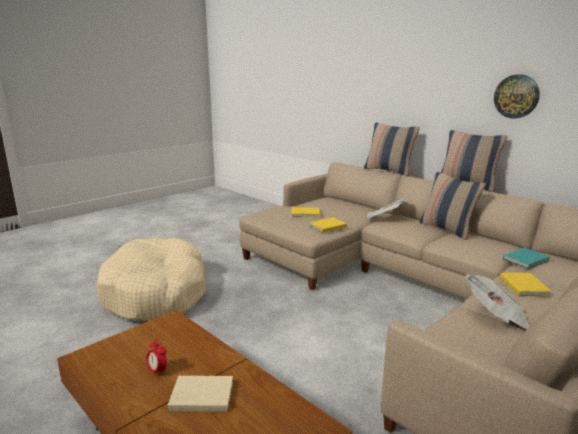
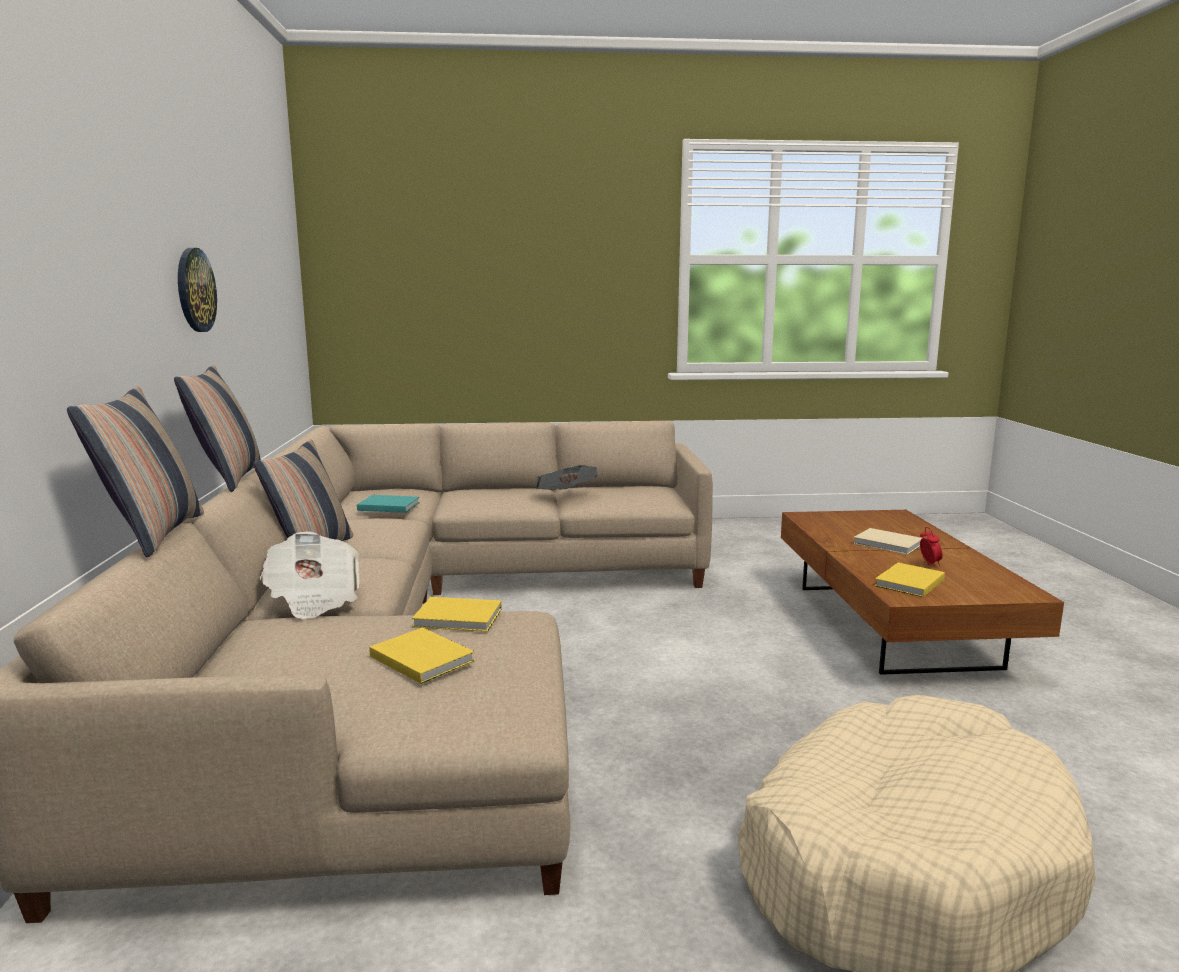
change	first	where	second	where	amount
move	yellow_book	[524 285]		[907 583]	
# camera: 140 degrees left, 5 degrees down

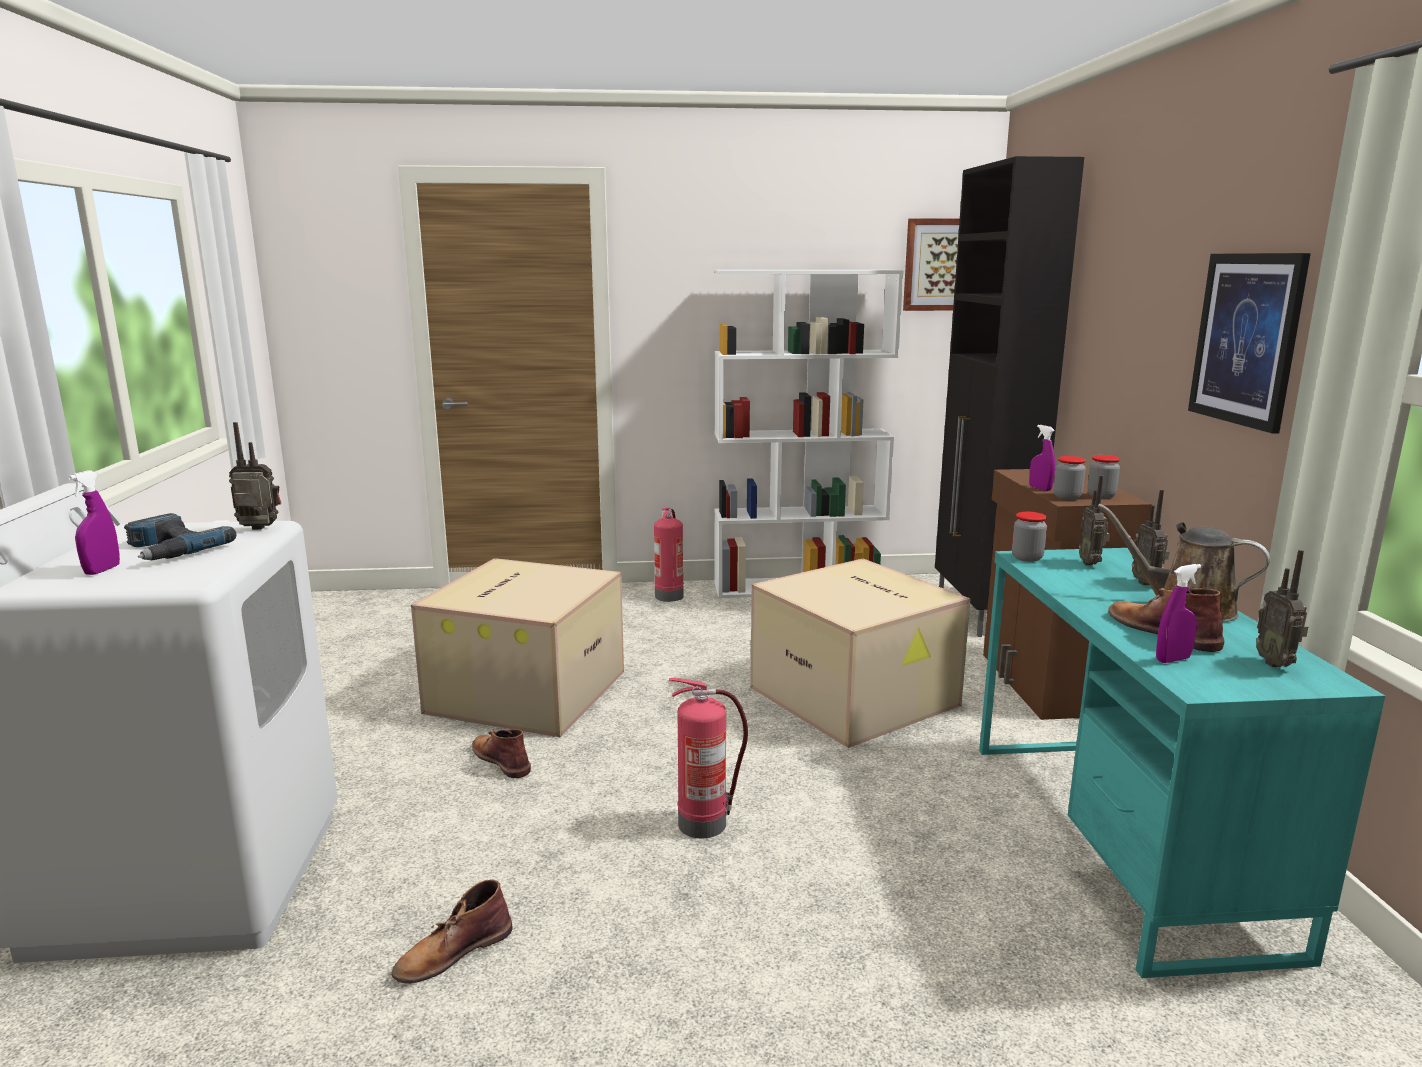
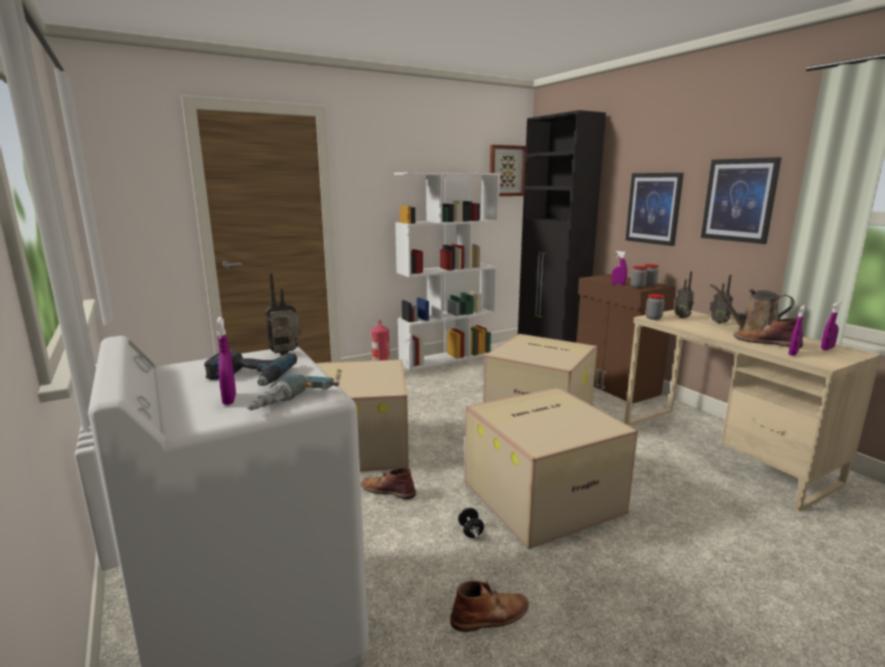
change	first	where	second	where	amount
rotate	brown_boot	[452 952]		[491 615]	135 degrees counterclockwise
replace	fire_extinguisher	[705 823]	cardboard_box	[543 495]	
recolor	turquoise_desk	[1118 839]	beige_desk	[722 451]	
replace	radio	[1276 663]	purple_spray_bottle	[827 348]	
insert			power_drill	[295 403]	
insert			black_dumbbell	[470 531]	
insert			picture	[653 208]	
# camera: 25 degrees left, 0 degrees up

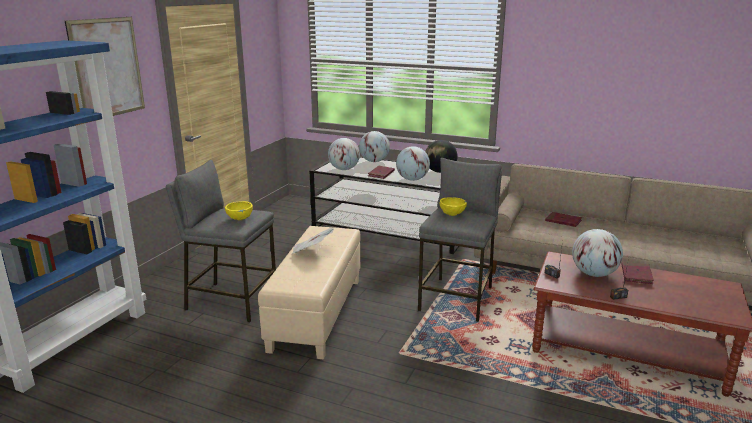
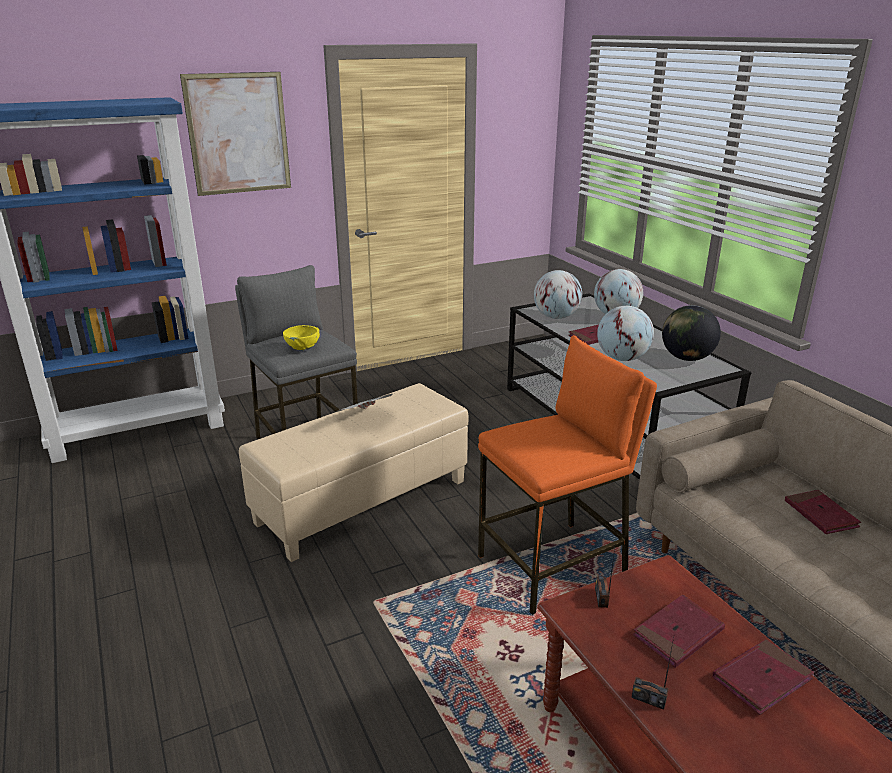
change	first	where	second	where	amount
recolor	grey_stool	[457 299]	orange_stool	[553 565]	
delete	yellow_bowl	[452 214]			
replace	globe	[593 274]	red_book	[678 633]	
# camera: 40 degrees right, 5 degrees up

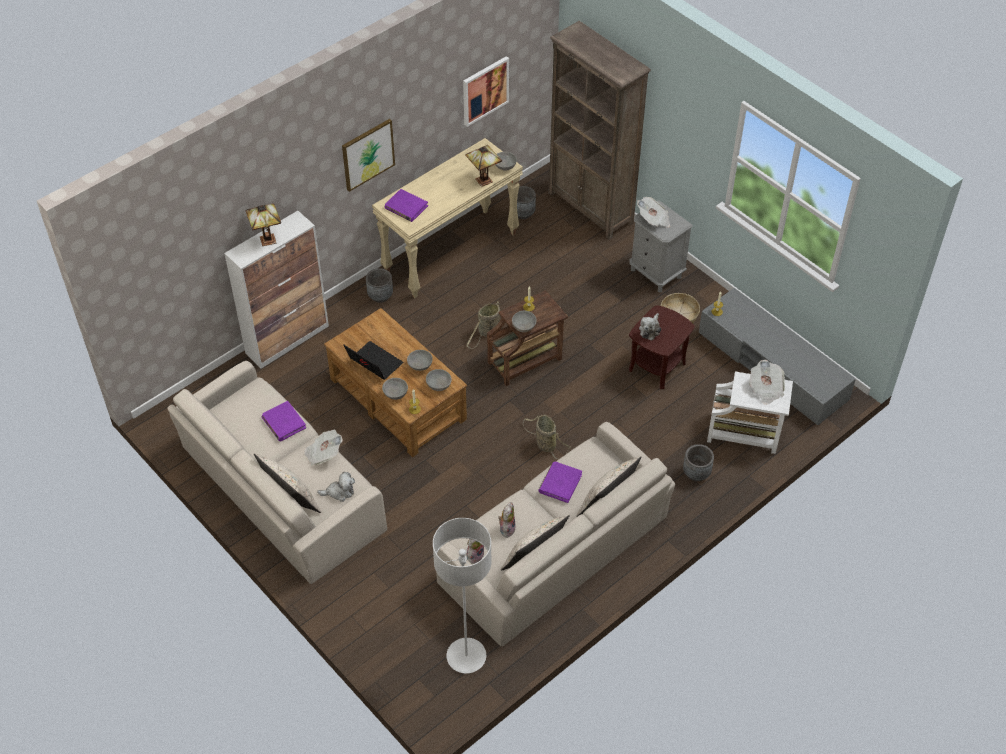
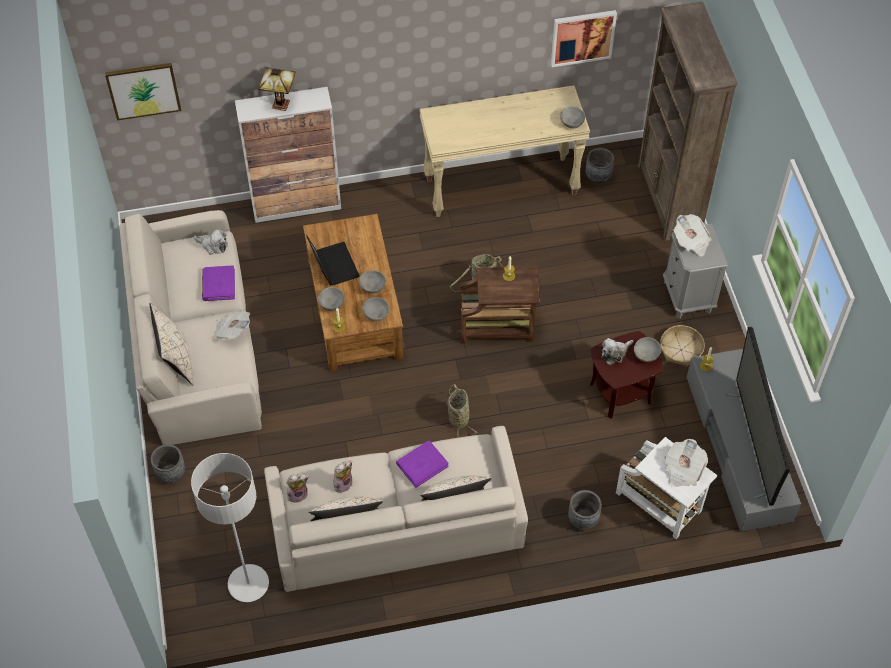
change	first	where	second	where	amount
move	plush_toy	[339 492]		[213 245]	
move	picture	[368 154]		[143 90]	
move	grey_planter	[380 296]		[171 473]	
delete	purple_book	[406 207]			
delete	table_lamp	[482 180]			
move	grey_bowl	[524 327]		[646 355]	
insert			television	[753 443]	
# camera: 30 degrees right, 5 degrees up

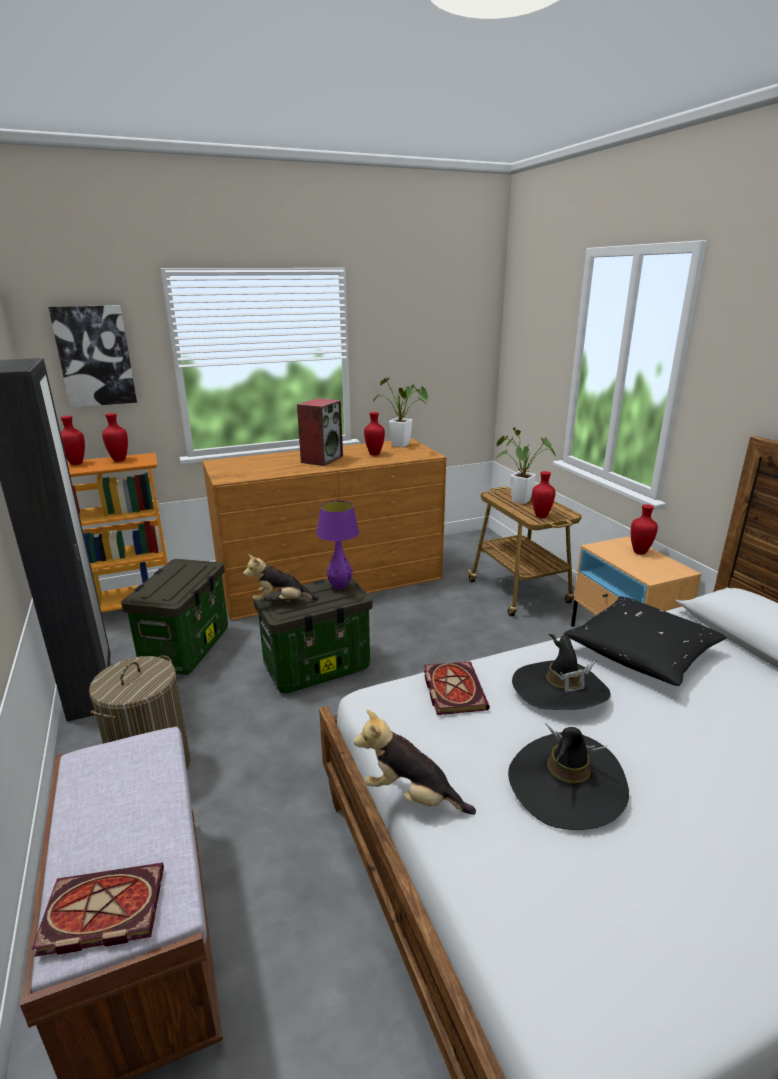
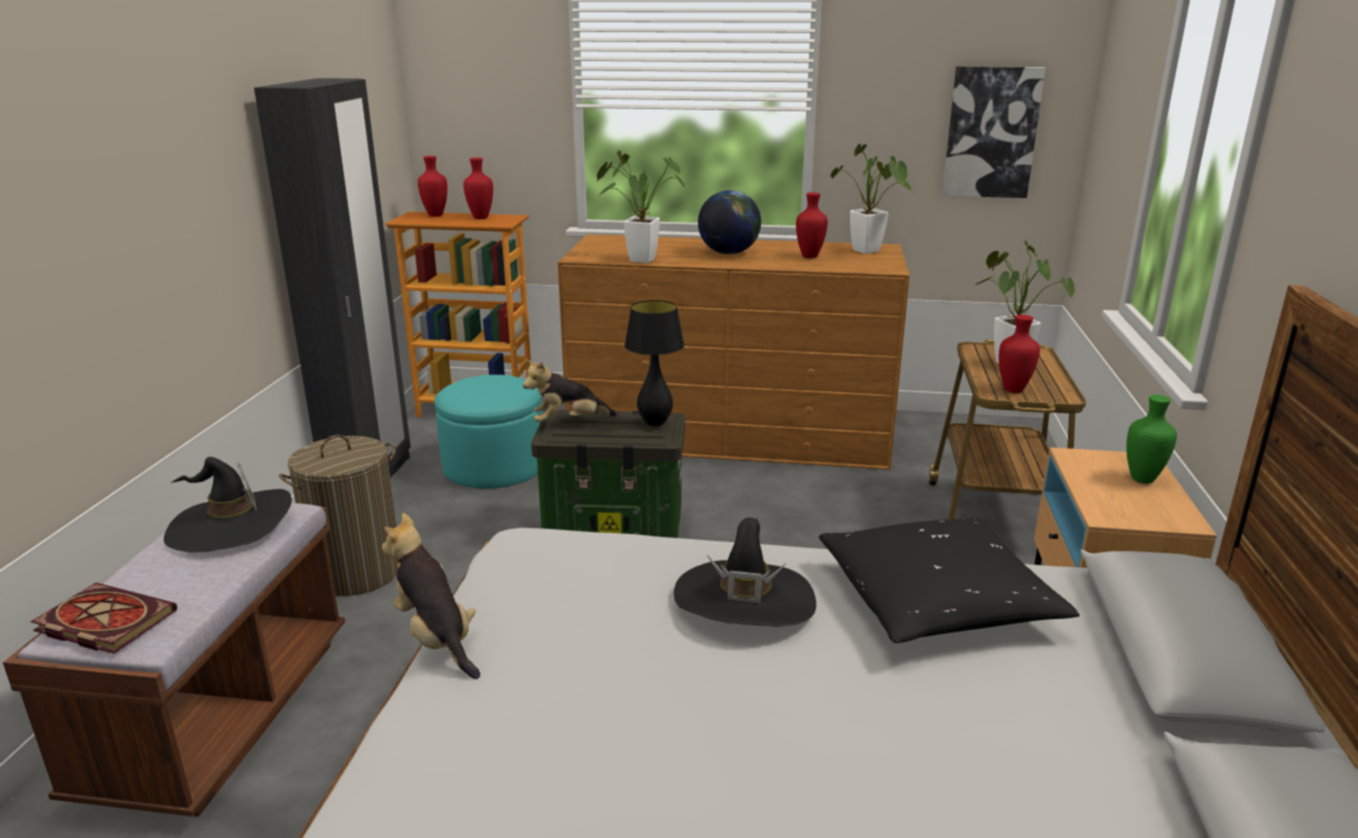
change	first	where	second	where	amount
move	picture	[95 356]		[991 132]	
replace	storage_box	[186 648]	turquoise_ottoman	[494 465]	
rotate	plush_toy	[281 601]		[568 422]	45 degrees counterclockwise
replace	speaker	[322 459]	globe	[728 253]	
recolor	purple_table_lamp	[340 586]	black_table_lamp	[655 423]	
delete	book	[452 689]			
move	black_hat	[566 784]		[230 526]	
recolor	red_vase	[640 552]	green_vase	[1144 480]	
insert			potted_plant	[636 260]	
# camera: 30 degrees right, 0 degrees up

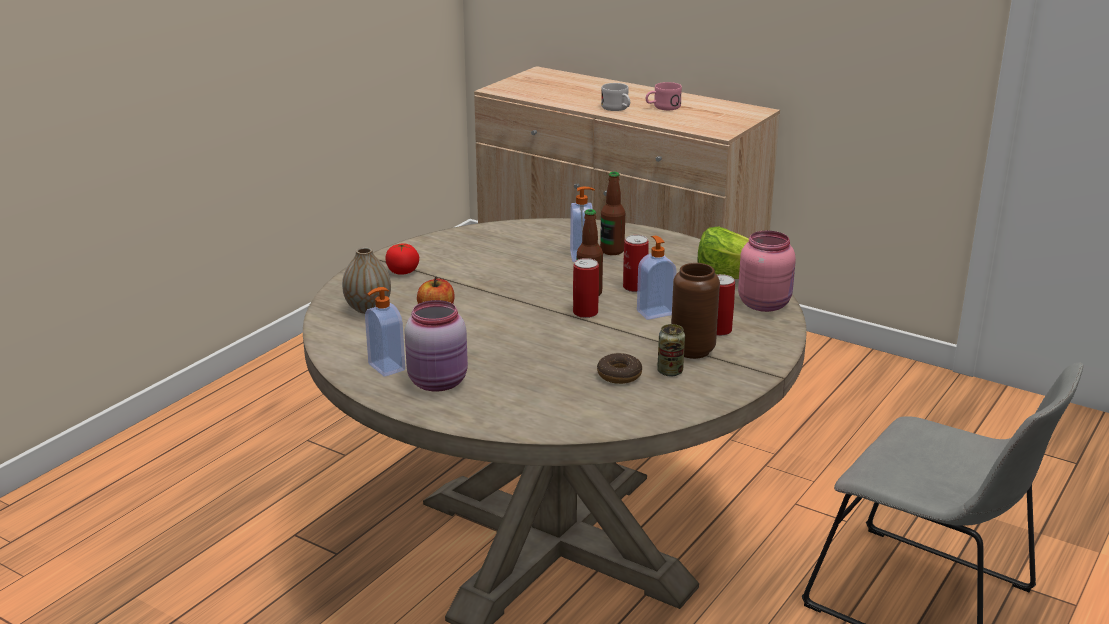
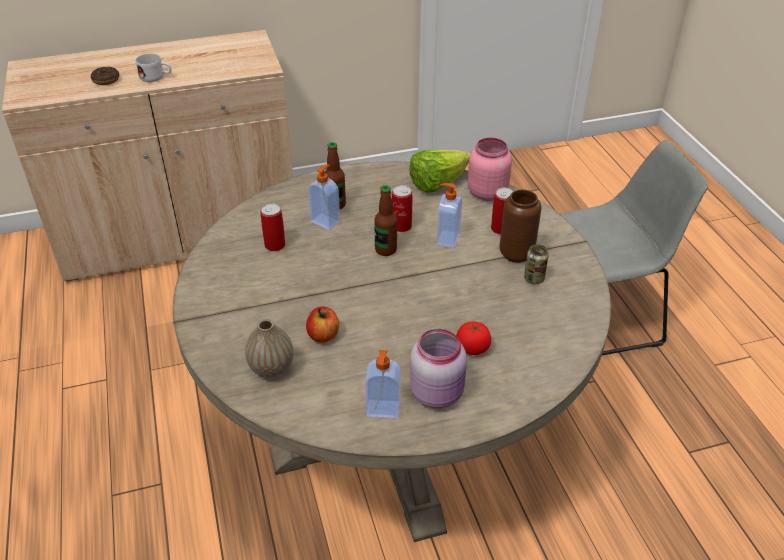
change	first	where	second	where	amount
move	tomato	[402 271]		[472 348]	
move	can	[585 312]		[275 245]	
move	donut	[619 375]		[106 80]	
delete	pink_mug	[662 107]			
# camera: 50 degrees left, 15 degrees up

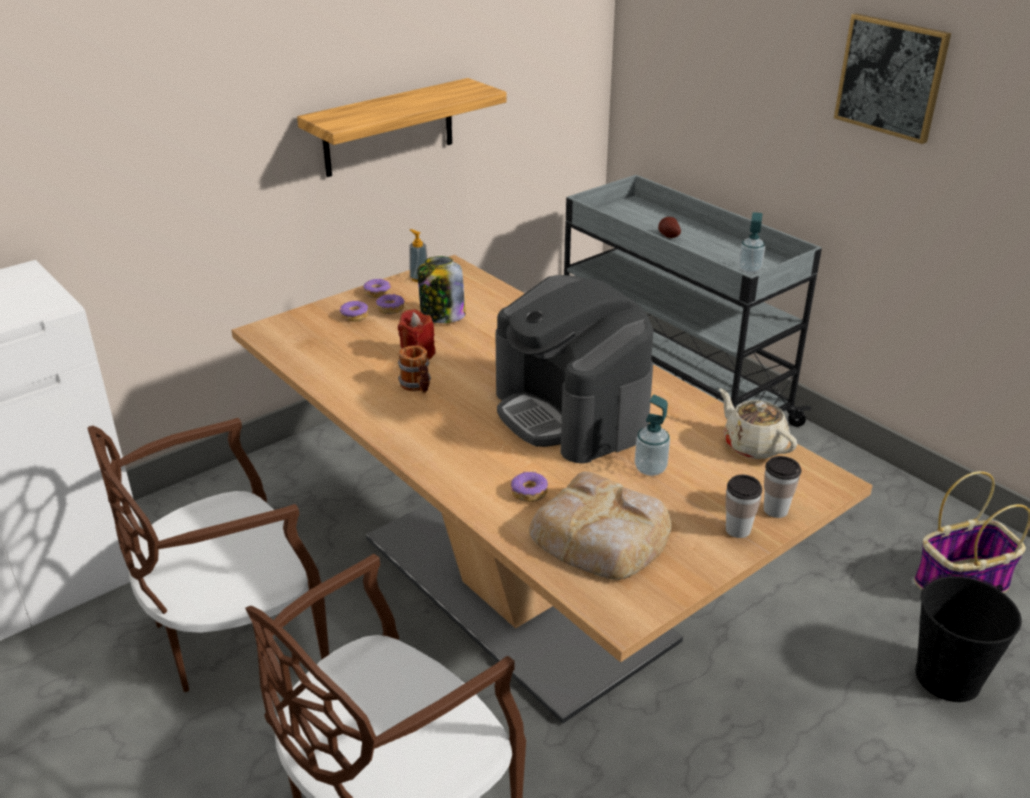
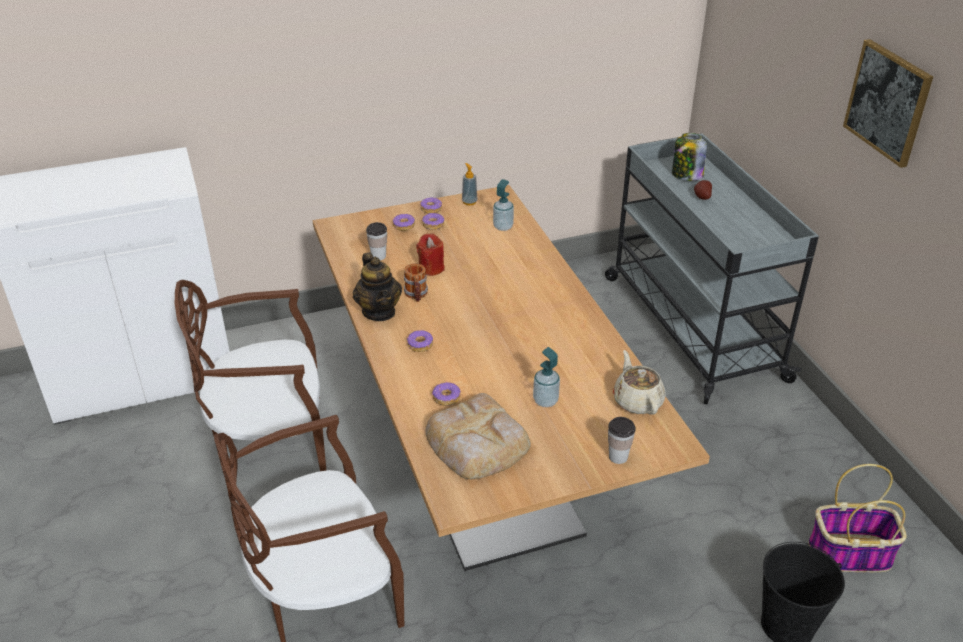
change	first	where	second	where	amount
delete	shelf	[389 128]			
move	jar	[442 316]		[686 175]	
delete	coffee_machine	[571 412]			
move	cup	[738 530]		[378 256]	
move	soap_dispenser	[749 269]		[503 227]	
insert			teapot	[379 311]	
insert			donut	[420 345]	
# camera: 20 degrees right, 5 degrees up

